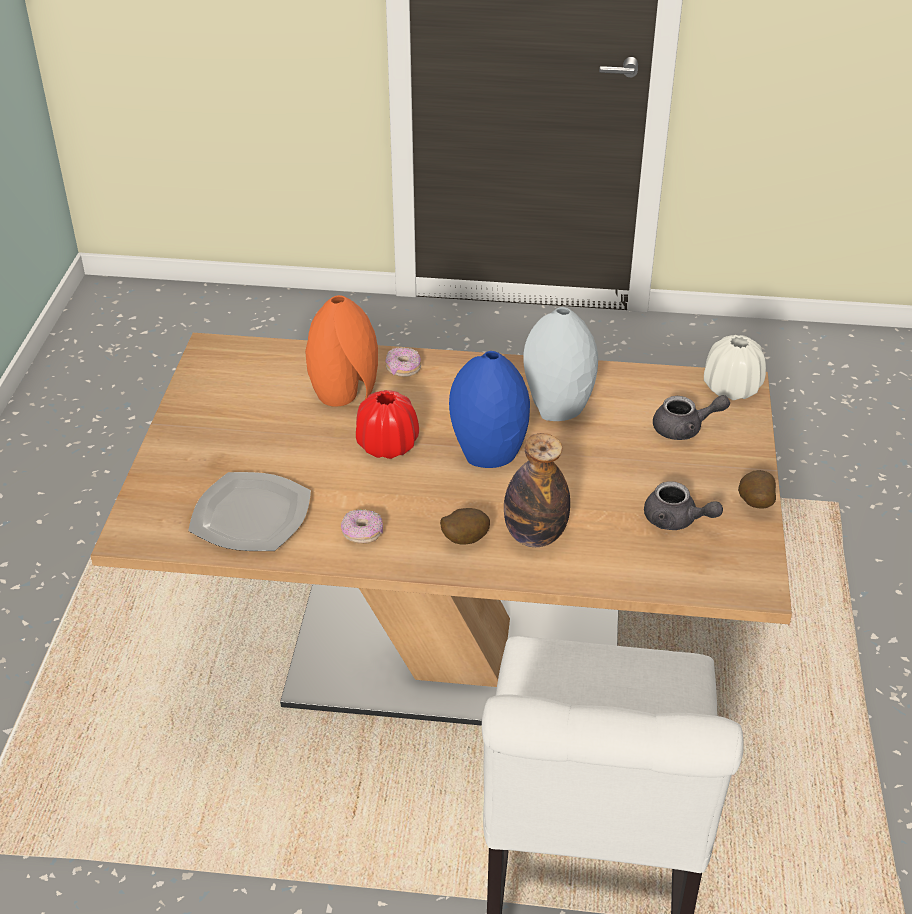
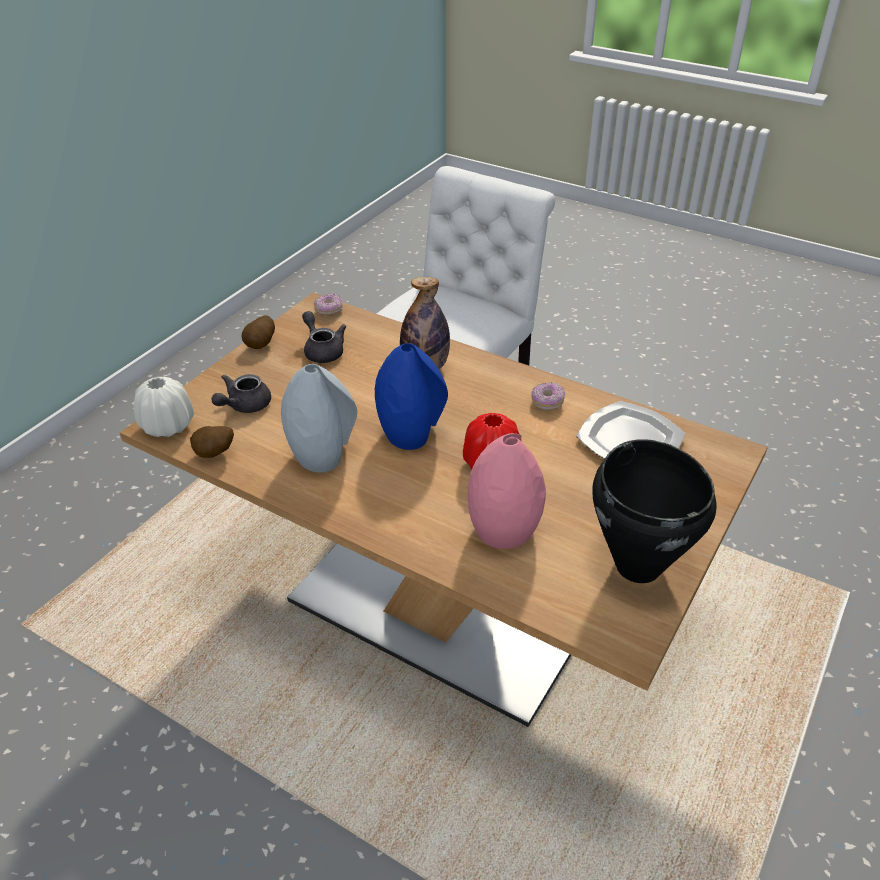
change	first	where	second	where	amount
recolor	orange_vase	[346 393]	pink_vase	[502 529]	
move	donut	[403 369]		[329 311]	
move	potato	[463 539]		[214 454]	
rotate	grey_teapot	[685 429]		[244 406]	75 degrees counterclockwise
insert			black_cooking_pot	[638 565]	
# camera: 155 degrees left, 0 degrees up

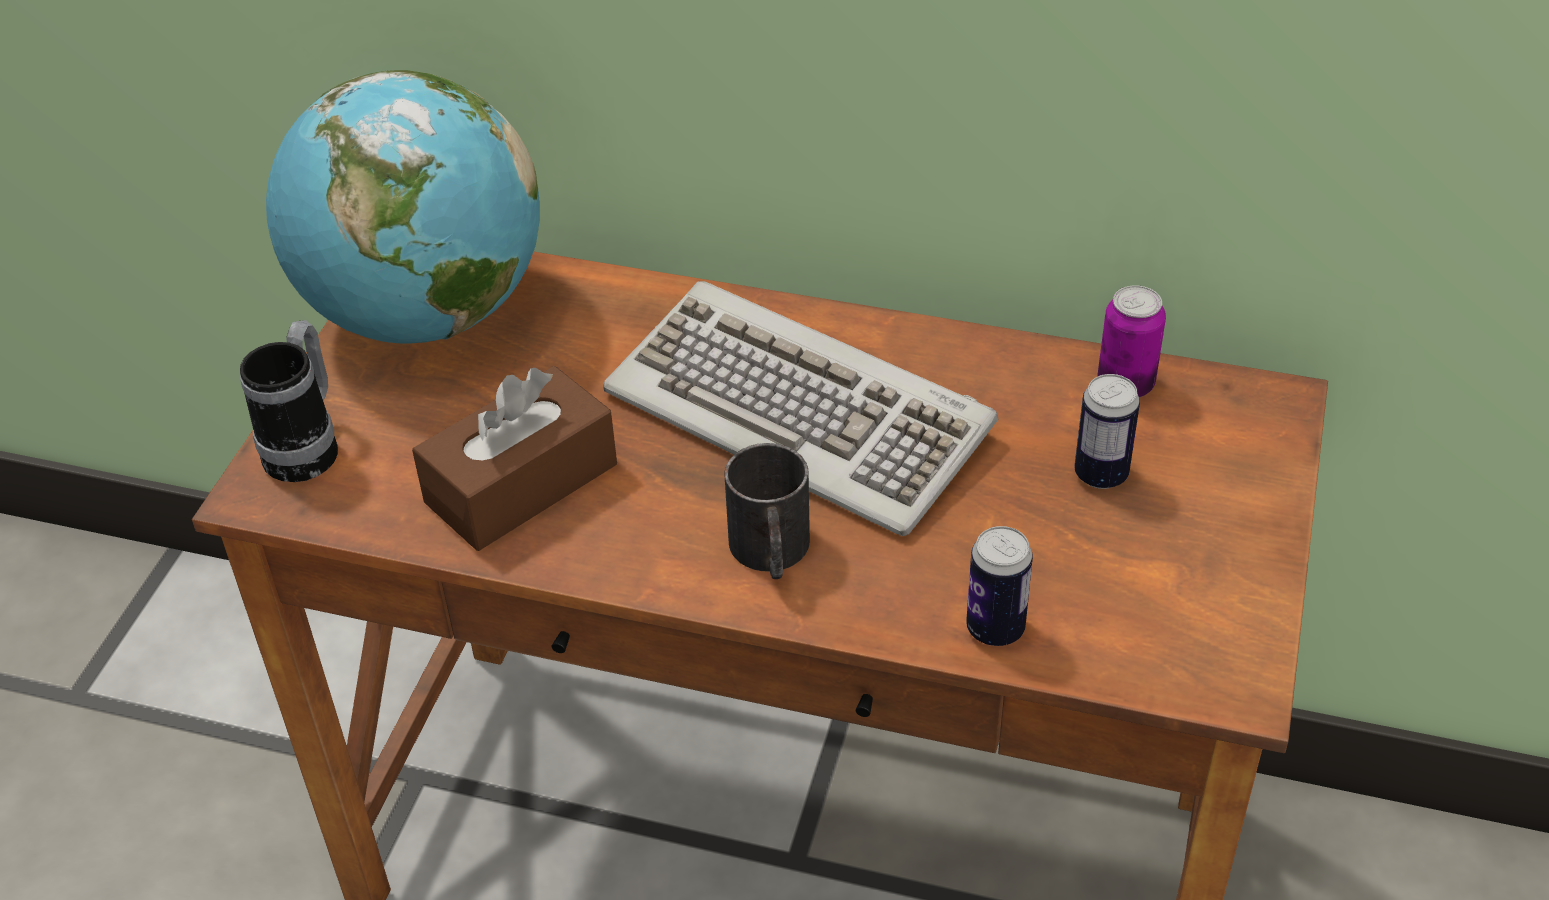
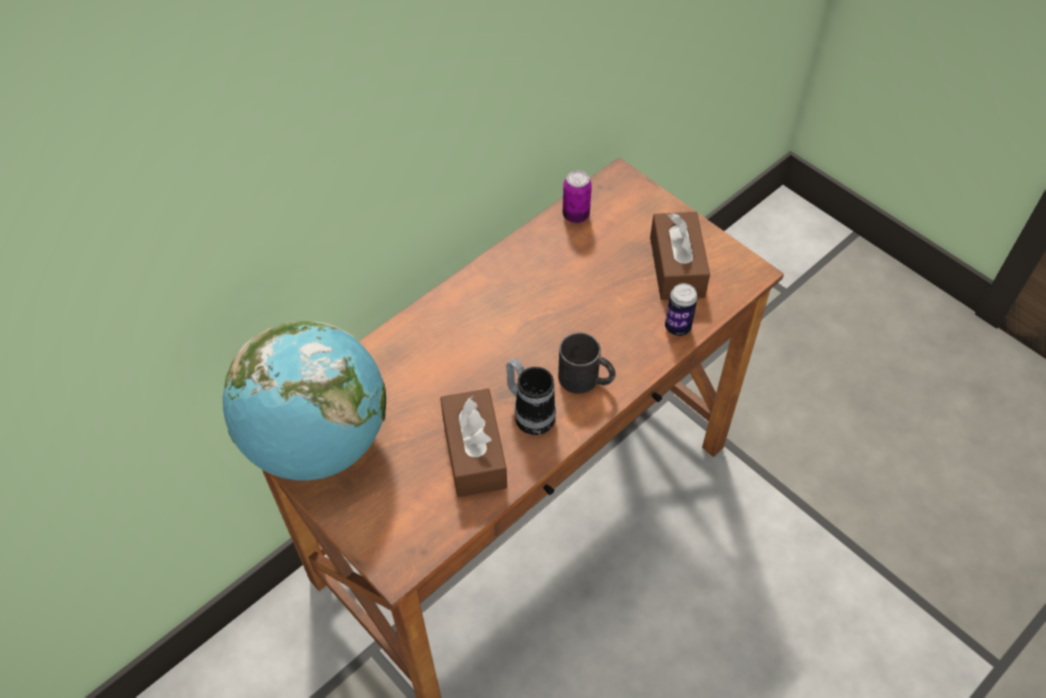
change	first	where	second	where	amount
move	mug	[308 446]		[529 413]	
delete	keyboard	[800 413]			
delete	can	[1101 474]			
insert			brown_tissue_box	[676 267]	
# camera: 60 degrees left, 10 degrees up

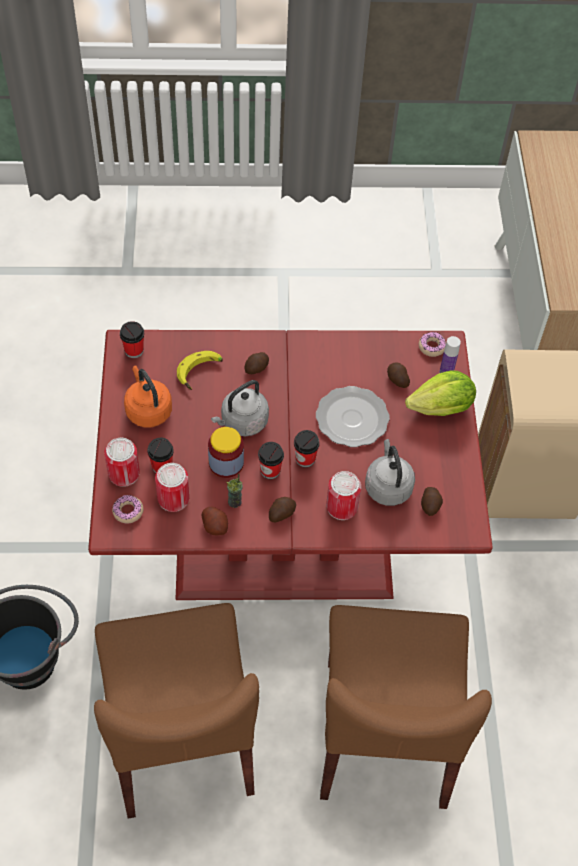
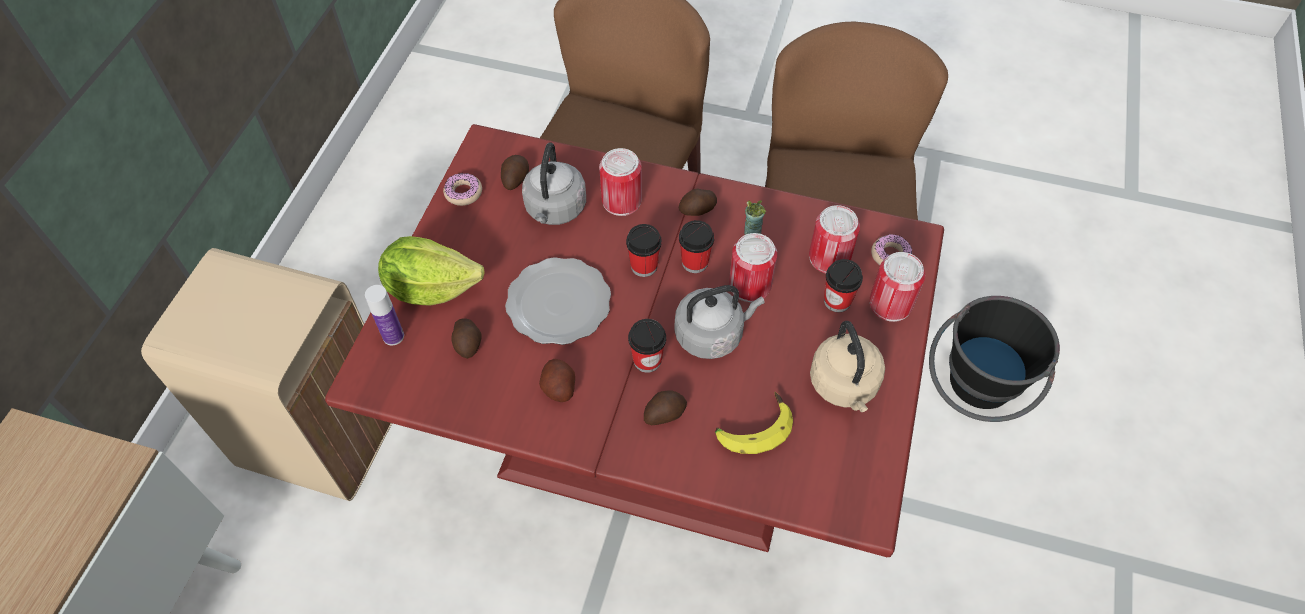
change	first	where	second	where	amount
move	cup	[134 350]		[647 360]	
recolor	orange_kettle	[148 410]	beige_kettle	[844 386]	
move	potato	[215 526]		[559 388]	
replace	jar	[226 463]	can	[750 285]	
move	donut	[431 347]		[463 193]	
# camera: 160 degrees left, 0 degrees up

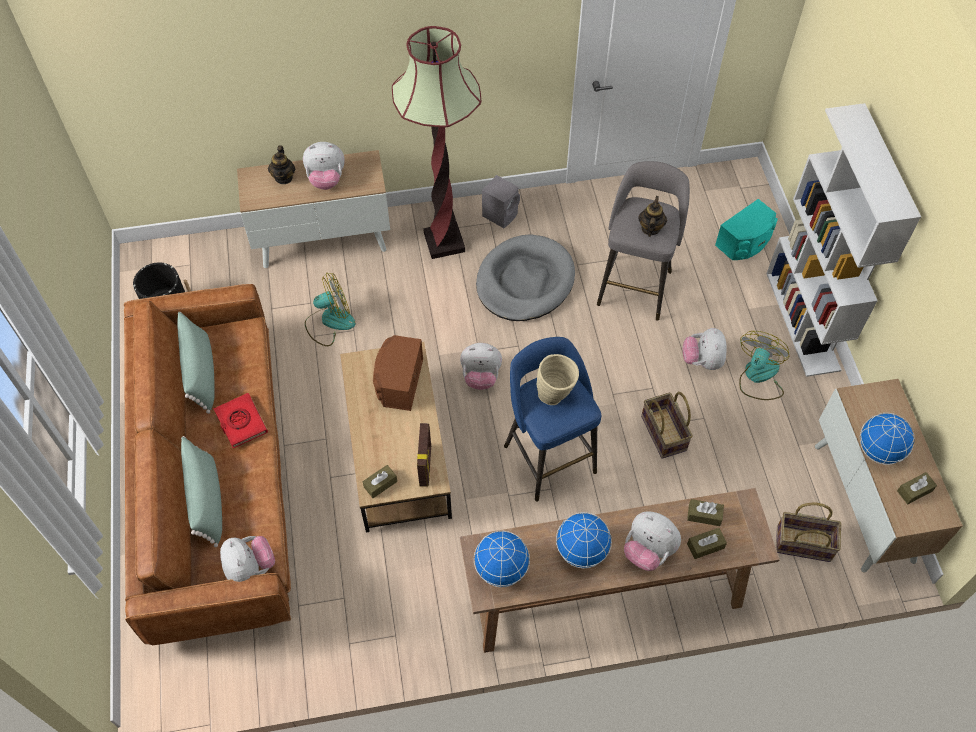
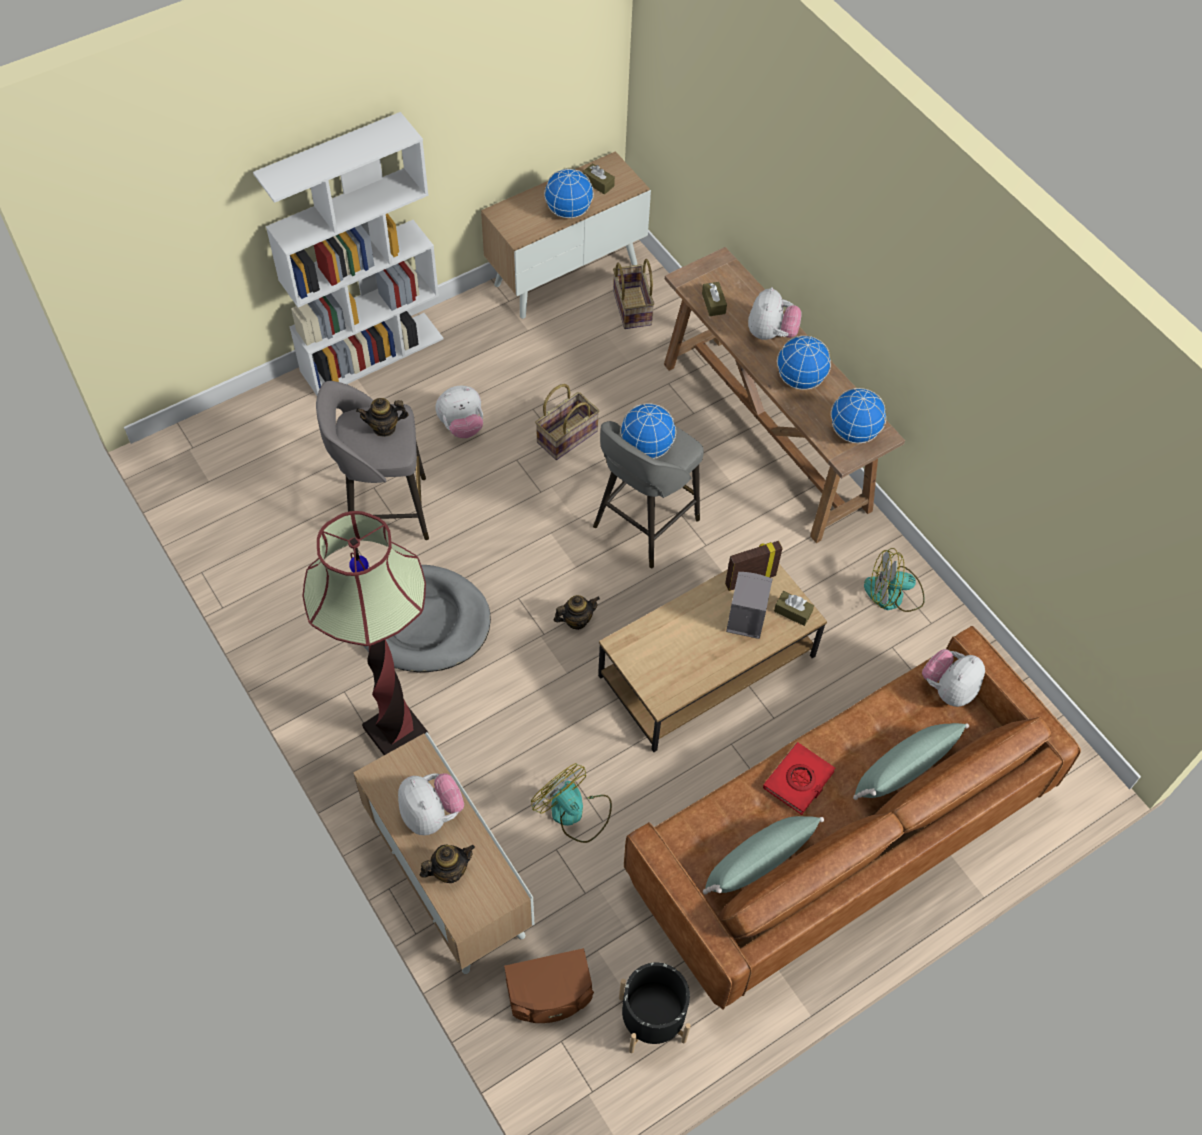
change	first	where	second	where	amount
move	brown_speaker	[398 382]		[549 995]	
replace	plush_toy	[481 376]	teapot	[576 620]	
move	grey_speaker	[501 214]		[744 618]	
recolor	blue_stool	[548 456]	grey_stool	[643 525]	
replace	beige_vase	[556 395]	globe	[646 448]	
delete	brown_tissue_box	[705 546]			
delete	turquoise_speaker	[745 242]			
move	fan	[758 377]		[893 594]	
# camera: 115 degrees left, 0 degrees up

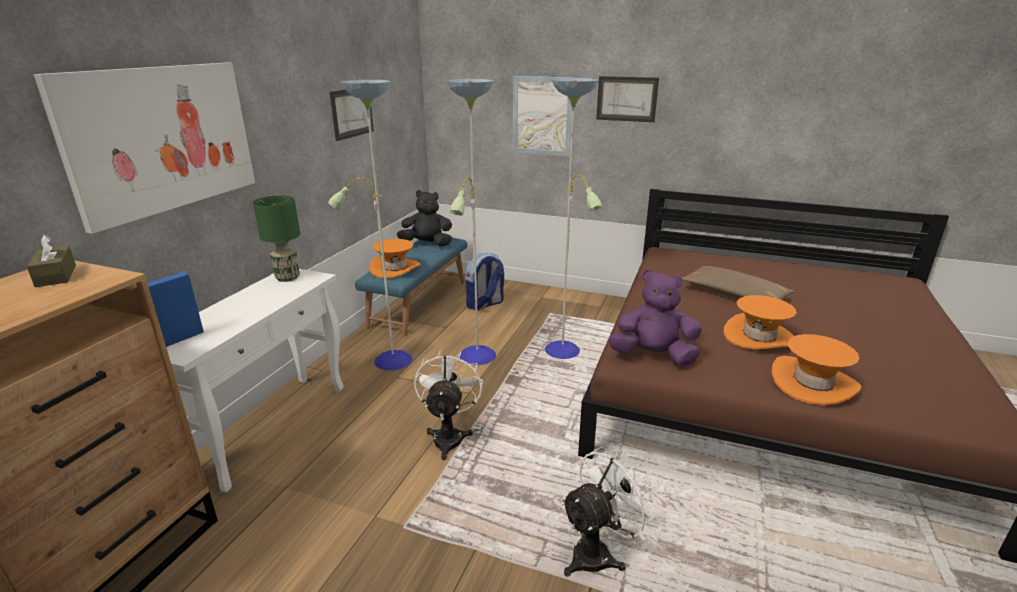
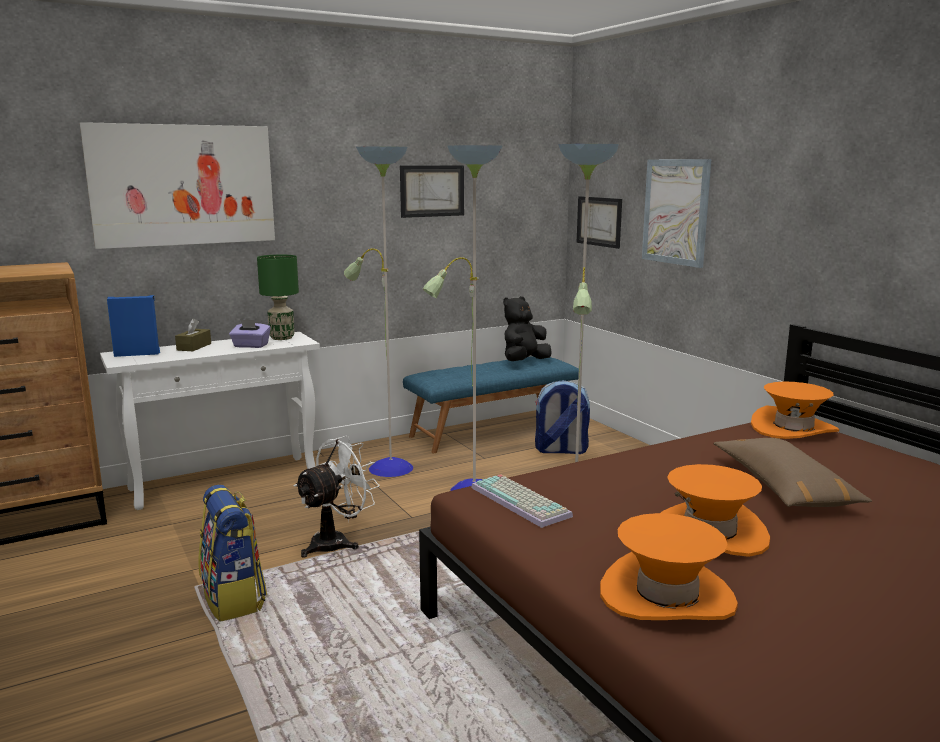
change	first	where	second	where	amount
move	brown_tissue_box	[56 276]		[194 347]	
move	orange_hat	[395 268]		[793 429]	
rotate	black_plush_toy	[427 244]		[524 362]	90 degrees counterclockwise
delete	white_fan	[598 552]			
move	picture	[626 99]		[599 221]	
replace	purple_plush_toy	[653 356]	keyboard	[522 501]	
insert			backpack	[234 599]	
insert			purple_tissue_box	[250 346]	
# camera: 40 degrees right, 10 degrees down

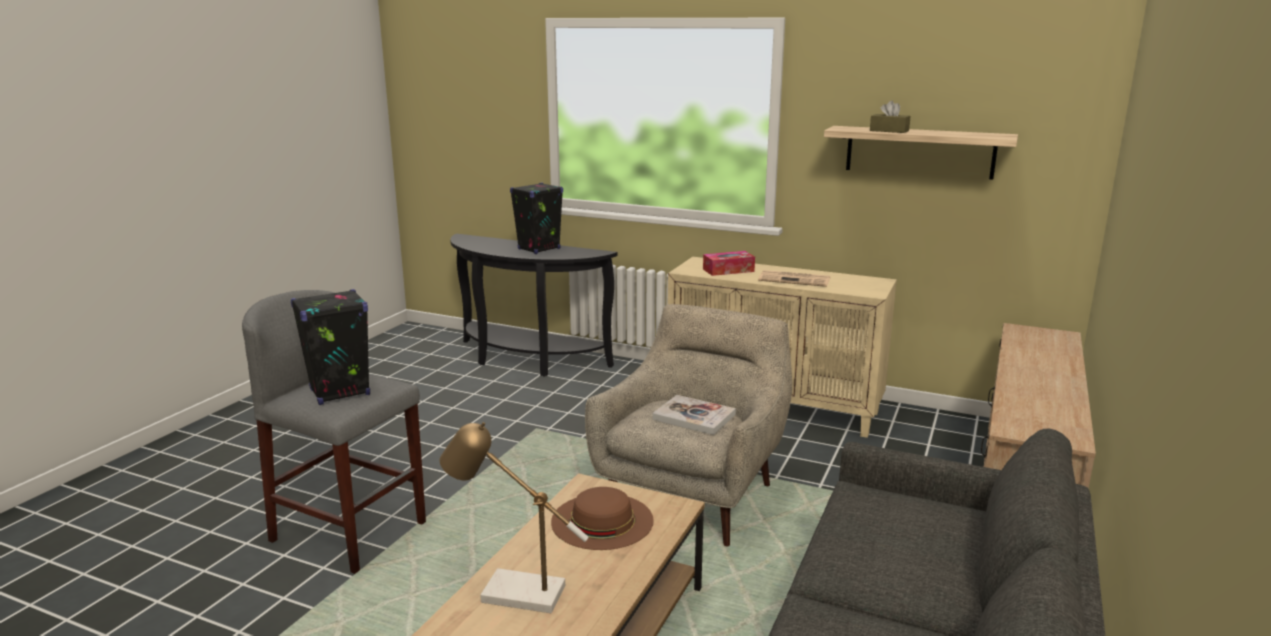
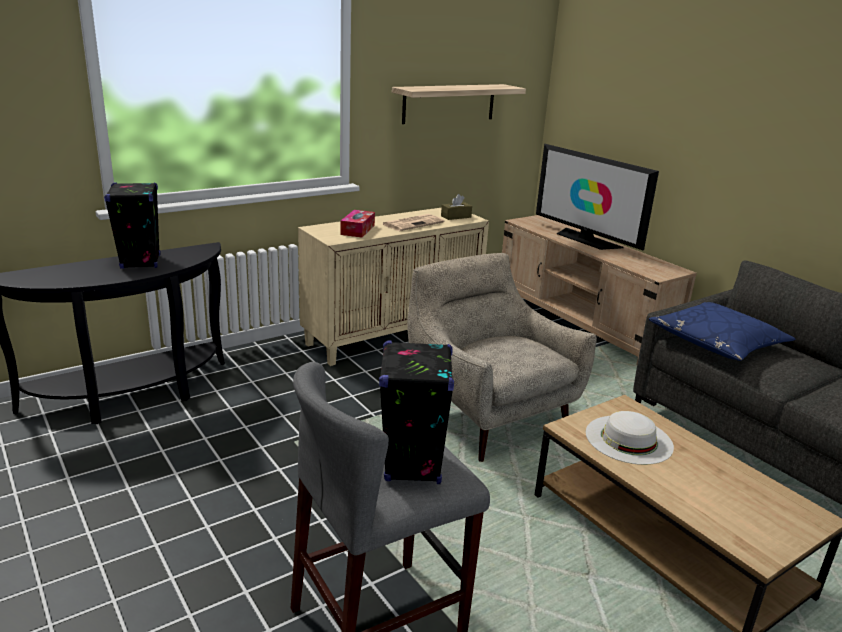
change	first	where	second	where	amount
delete	table_lamp	[512 593]			
recolor	brown_hat	[602 521]	white_hat	[628 439]	
delete	book	[694 417]			
move	brown_tissue_box	[889 131]		[456 216]	
insert			television	[586 239]	
insert			blue_pillow	[717 342]	
# camera: 60 degrees left, 5 degrees up

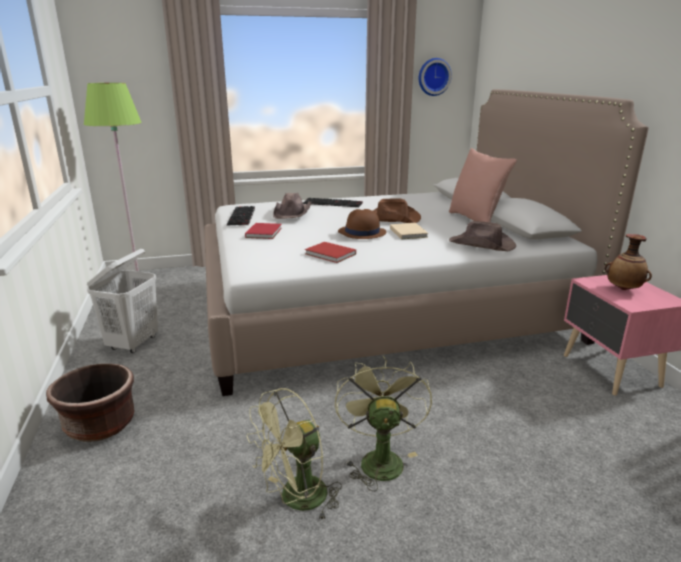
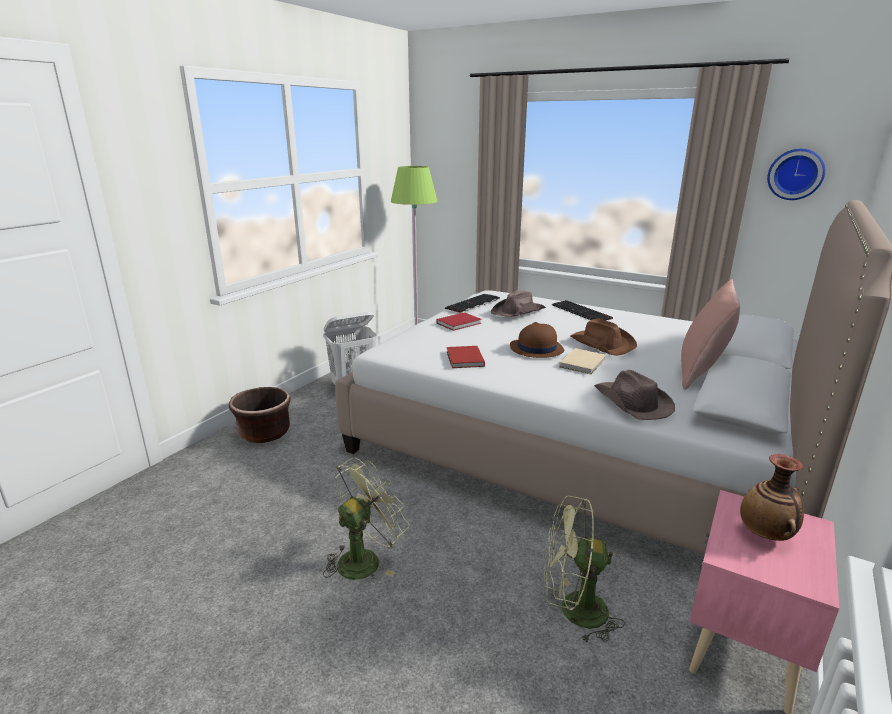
change	first	where	second	where	amount
move	green_fan	[296 500]		[573 611]	
# camera: 45 degrees right, 0 degrees up

